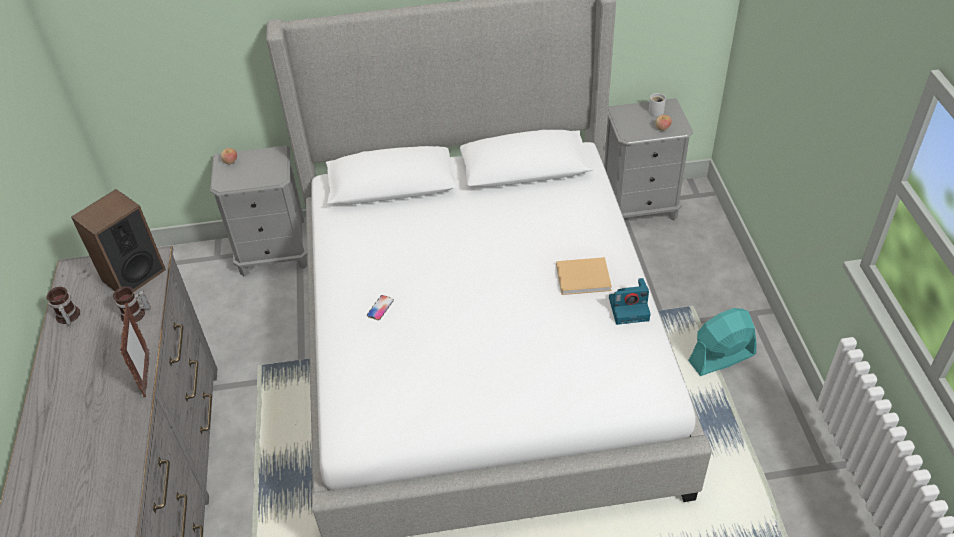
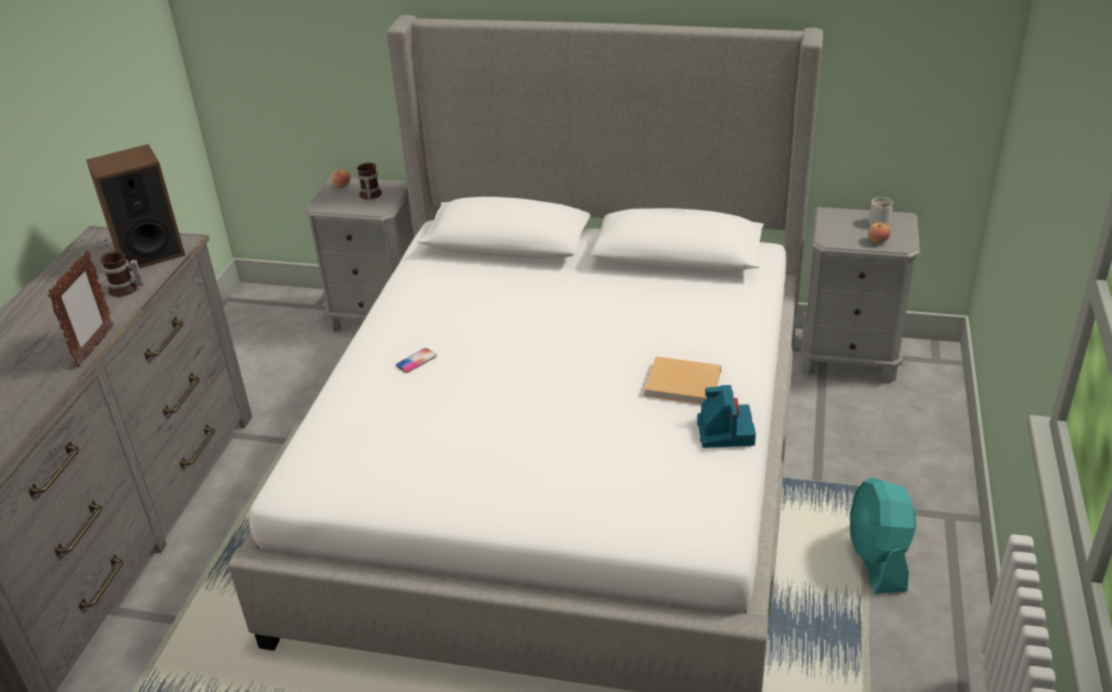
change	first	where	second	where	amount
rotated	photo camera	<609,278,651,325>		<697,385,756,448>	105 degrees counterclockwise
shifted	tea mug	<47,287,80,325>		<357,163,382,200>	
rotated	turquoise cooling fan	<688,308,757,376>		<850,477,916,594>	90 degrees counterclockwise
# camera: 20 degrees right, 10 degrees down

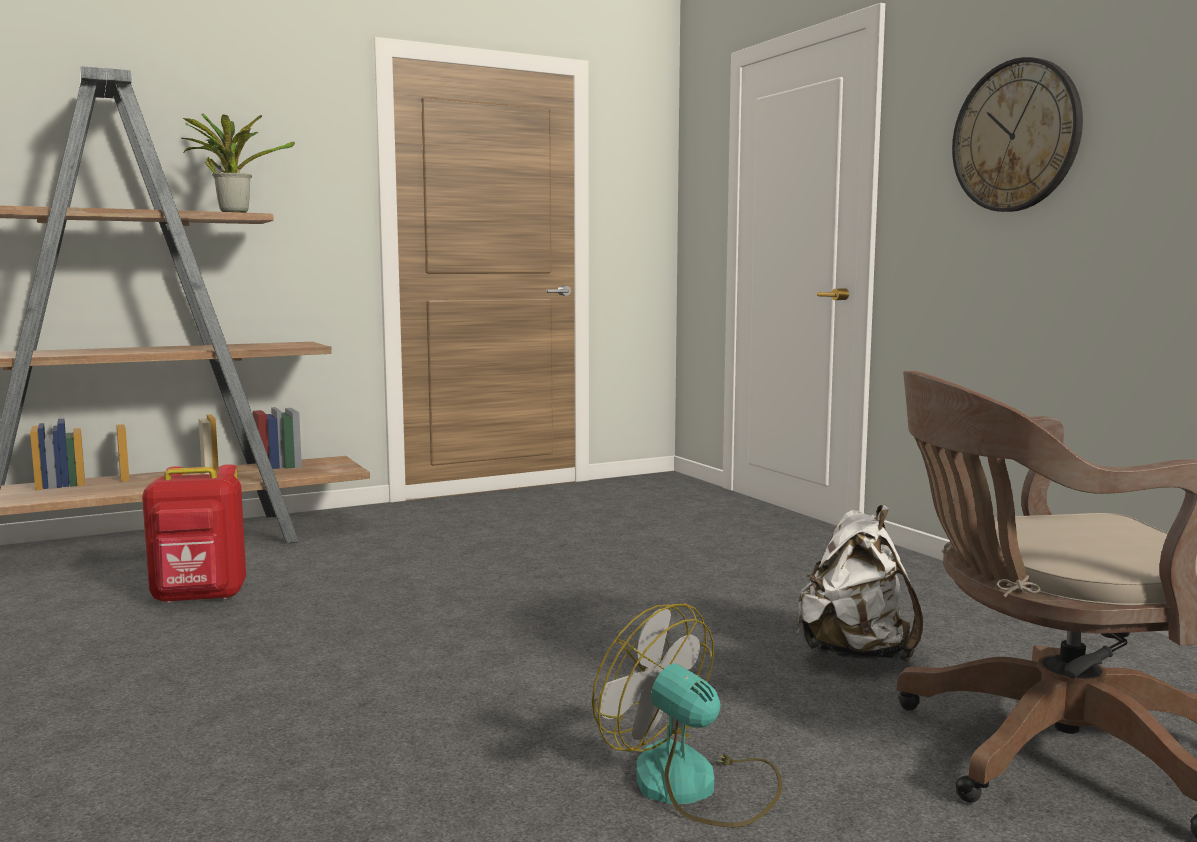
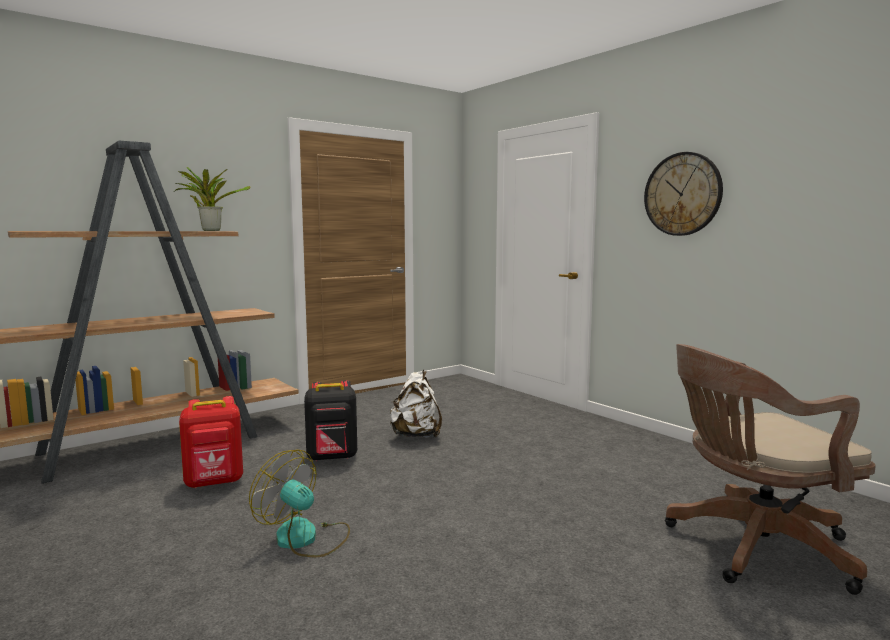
change	first	where	second	where	amount
shifted	white-coloured rucksack	<796,505,923,663>		<390,370,442,438>	
shifted	cooling fan	<592,604,782,828>		<249,449,350,557>	
new			blackish rucksack	<304,380,357,461>	
# camera: 10 degrees left, 0 degrees up

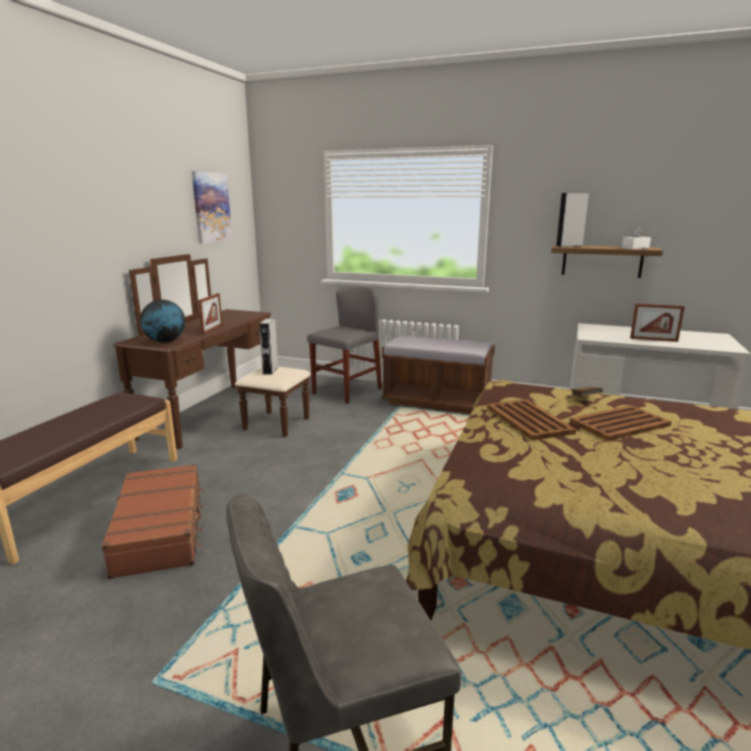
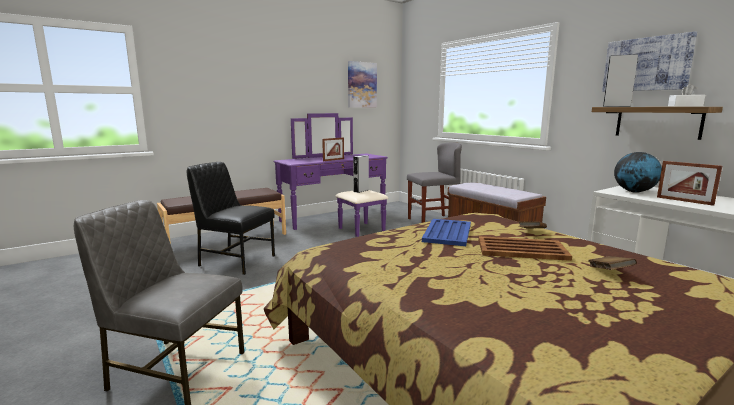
change	first	where	second	where	amount
repainted	brownish chest of drawers	<113,254,311,449>	purple chest of drawers	<273,113,388,237>	
shifted	world globe	<140,300,185,343>		<614,152,662,193>	
repainted	brownish carrying tray	<487,399,576,440>	bluish carrying tray	<422,219,471,246>	
swapped	brownish travel case	<101,464,205,579>	blackish upright chair	<187,162,275,275>	
new			wall picture	<602,31,697,92>	
new			brownish book	<588,256,637,270>	
# camera: 35 degrees right, 5 degrees down

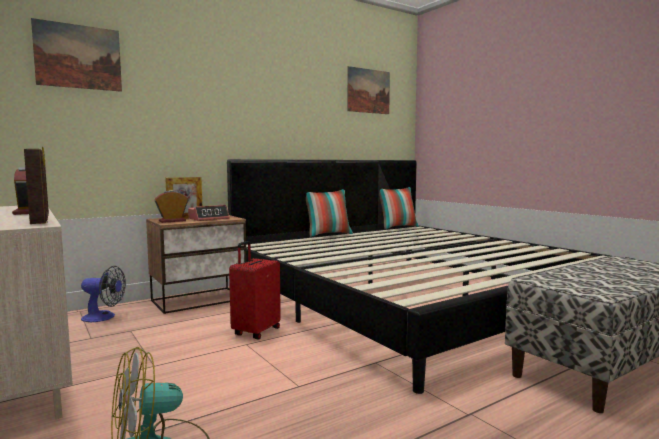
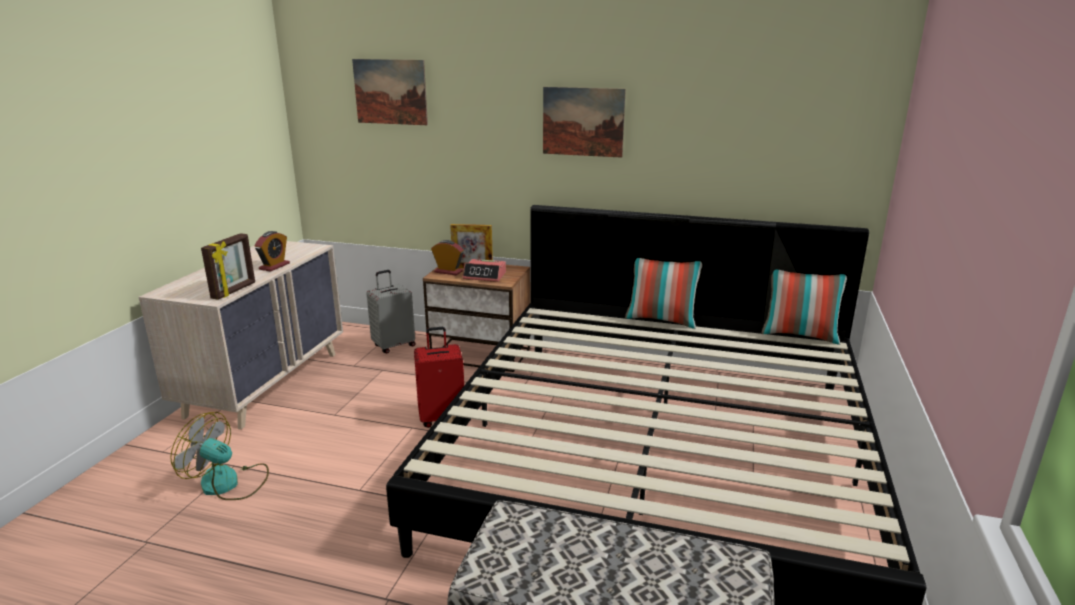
change	first	where	second	where	amount
shifted	wall picture	<347,66,390,114>		<543,87,626,158>	
swapped	cooling fan	<81,266,126,322>	grey travel case	<366,270,415,353>	
# camera: 50 degrees right, 15 degrees up

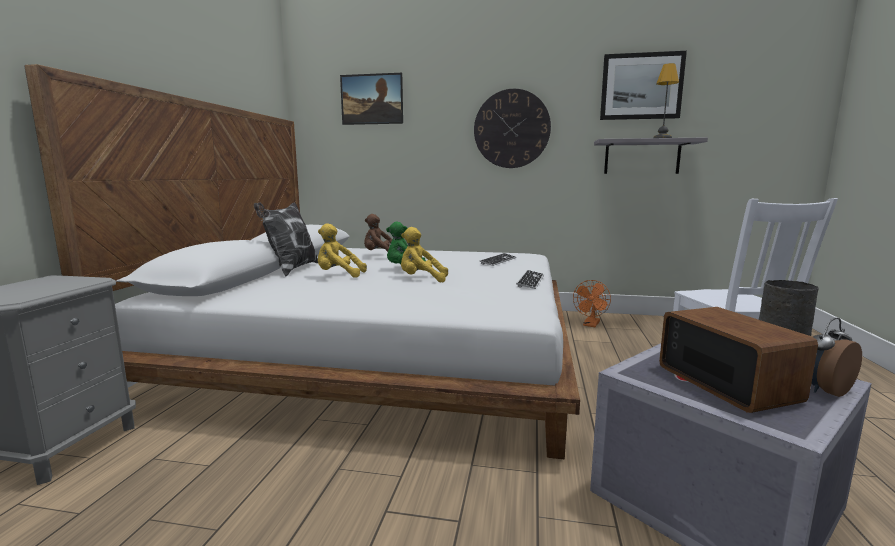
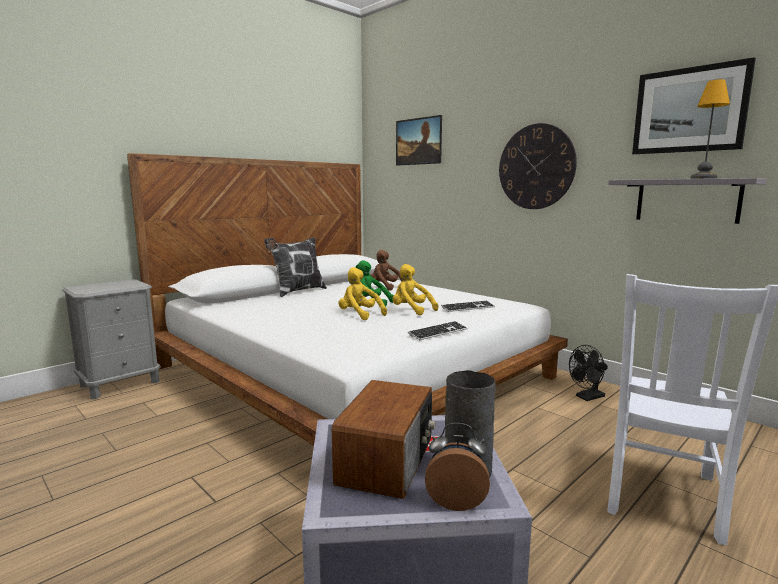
change	first	where	second	where	amount
shifted	yellow-coloured plush toy	<318,223,367,278>		<392,264,439,315>	
repainted	orange-coloured cooling fan	<573,280,611,327>	blackish cooling fan	<569,345,608,401>	
# camera: 35 degrees right, 0 degrees up

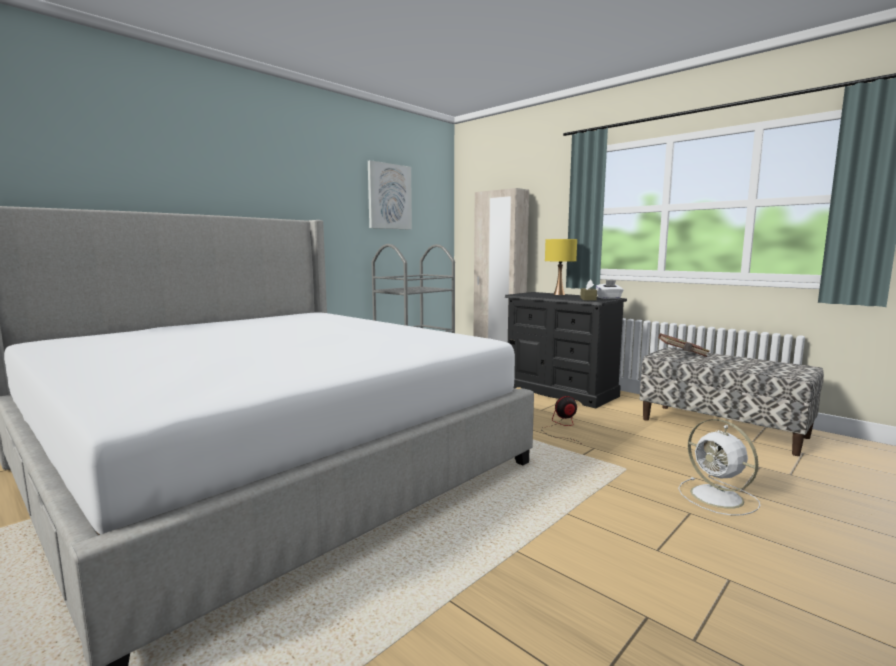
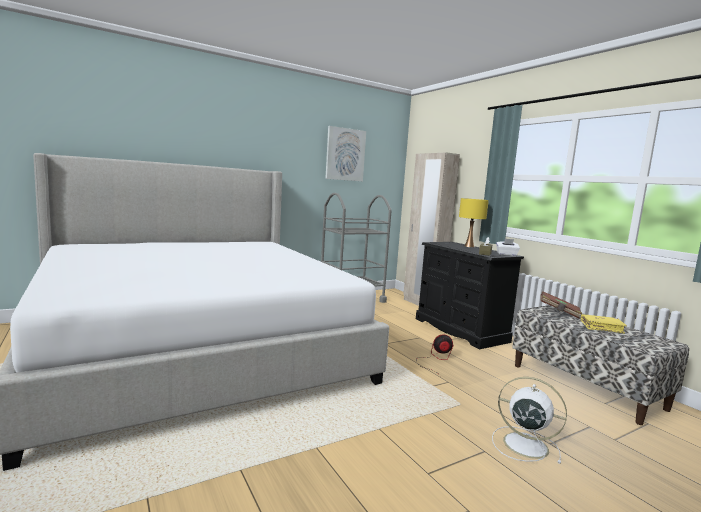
change	first	where	second	where	amount
rotated	white-coloured cooling fan	<678,419,760,515>		<492,377,567,464>	135 degrees clockwise
new			yellow-coloured book	<580,314,627,334>	
# camera: 15 degrees right, 0 degrees up

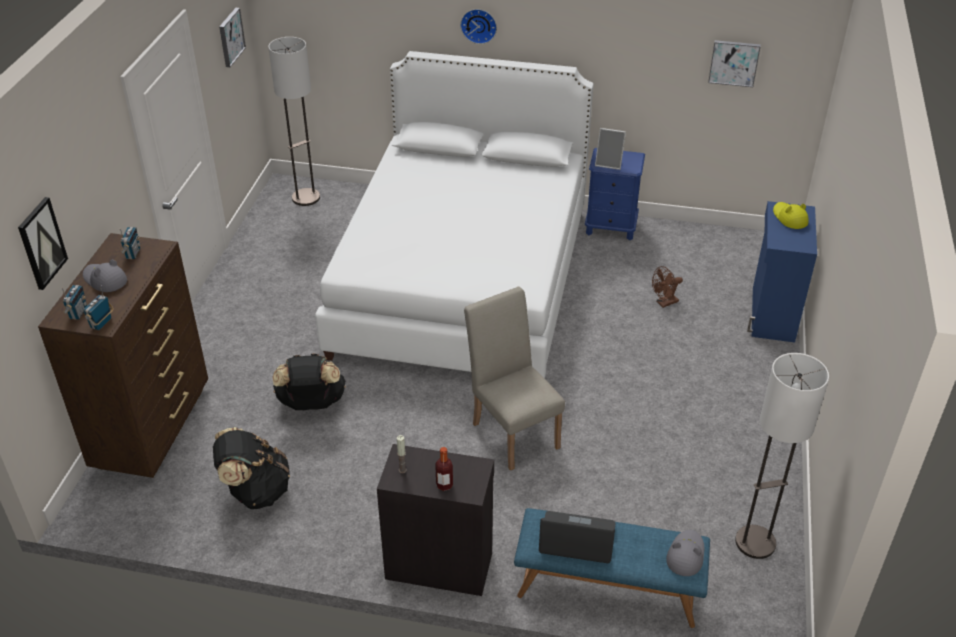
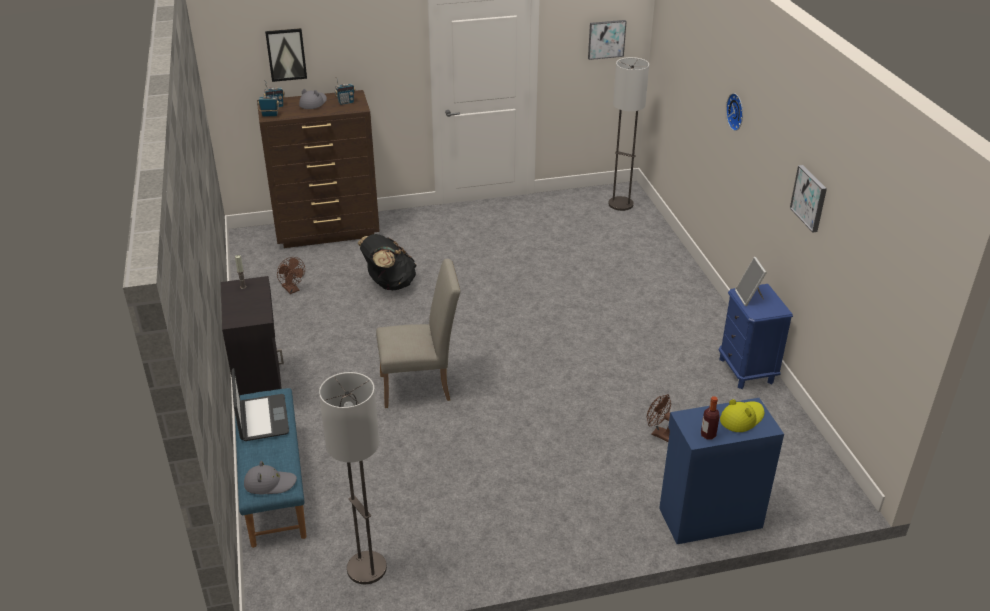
change	first	where	second	where	amount
shifted	wall picture	<708,40,761,87>		<790,165,827,232>	
gone	white-coloured bedroom bed	<315,51,593,378>			
rotated	beige upright chair	<464,287,565,471>		<376,259,461,408>	45 degrees clockwise
swapped	blackish rucksack	<213,427,290,509>	brownish cooling fan	<277,257,305,294>	
shifted	beverage bottle	<435,447,453,491>		<701,396,720,440>	
# camera: 65 degrees right, 5 degrees down

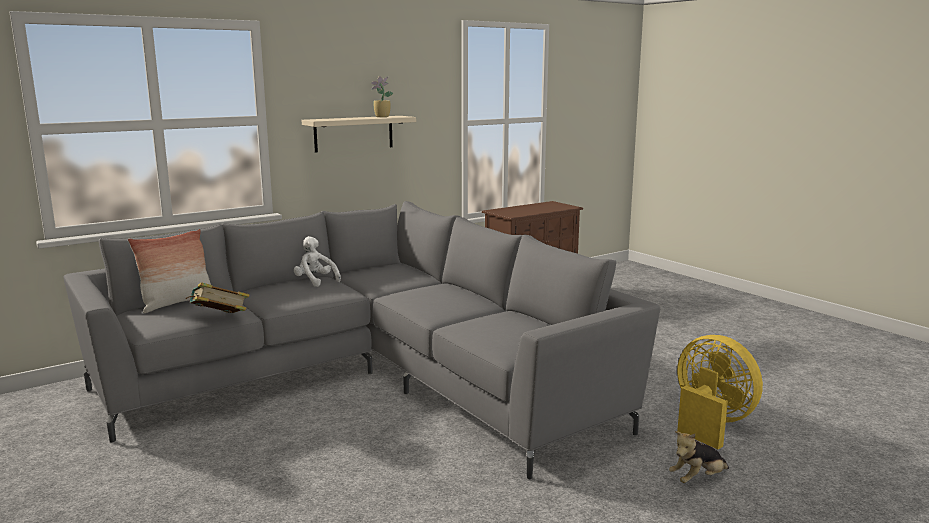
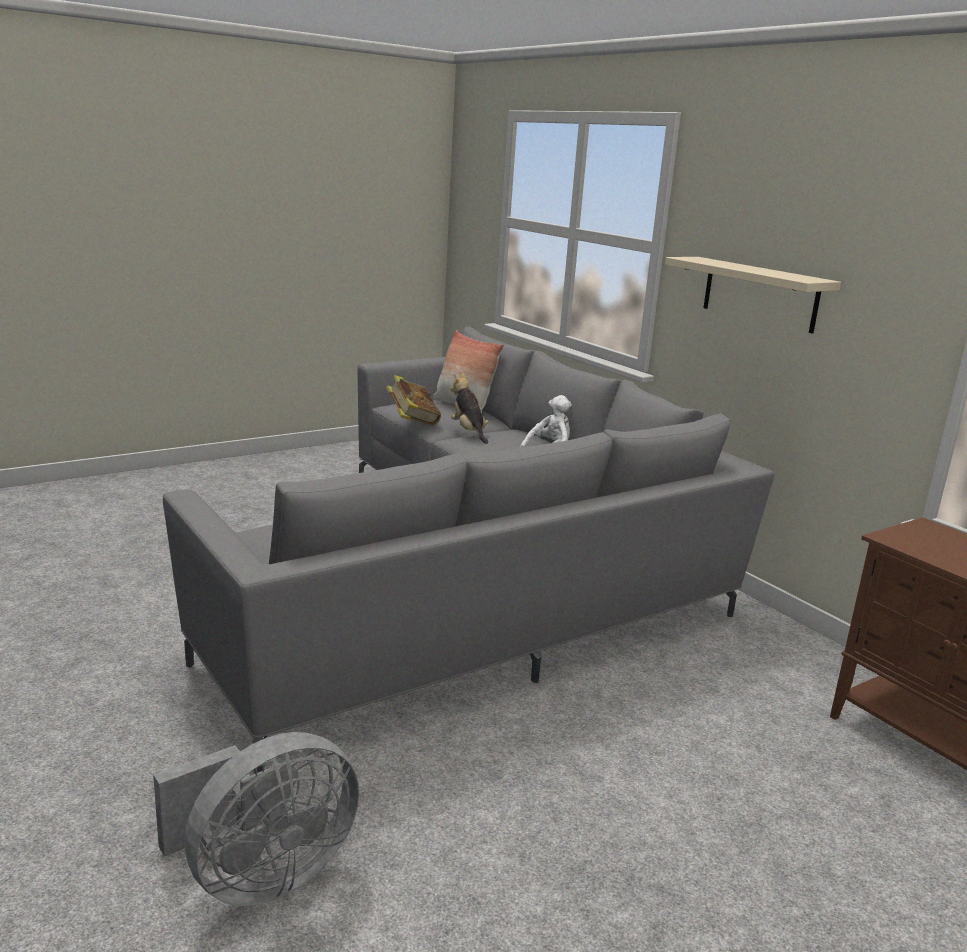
change	first	where	second	where	amount
gone	potted plant	<371,76,393,117>			
repainted	yellow-coloured cooling fan	<677,335,763,449>	grey cooling fan	<153,732,359,906>	
shifted	plush toy	<669,431,729,483>		<450,373,489,444>	
# camera: 90 degrees right, 5 degrees up

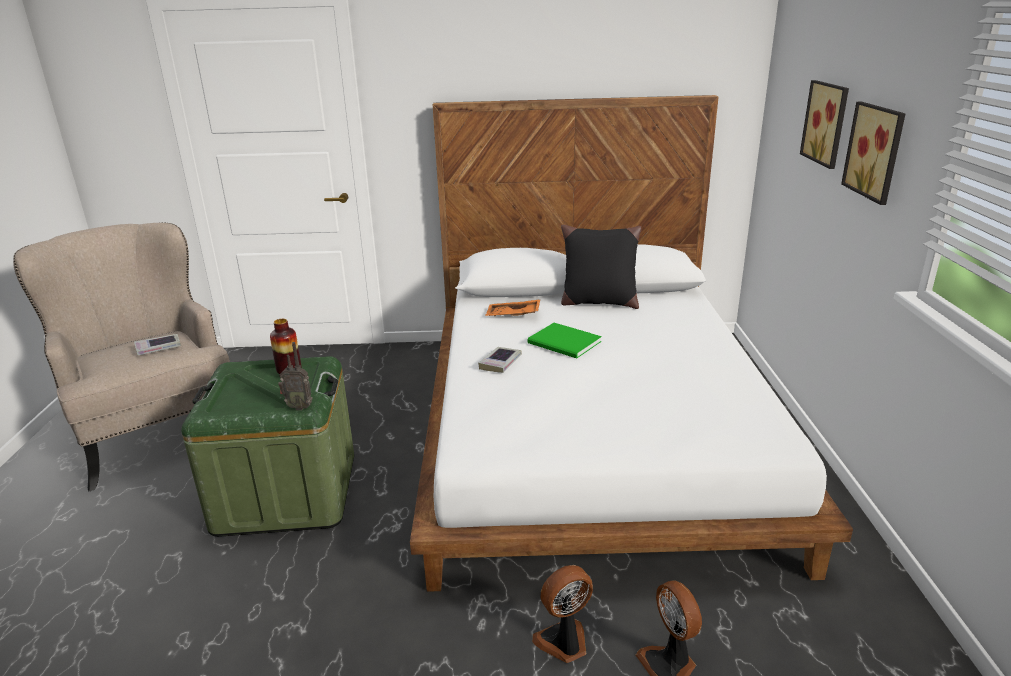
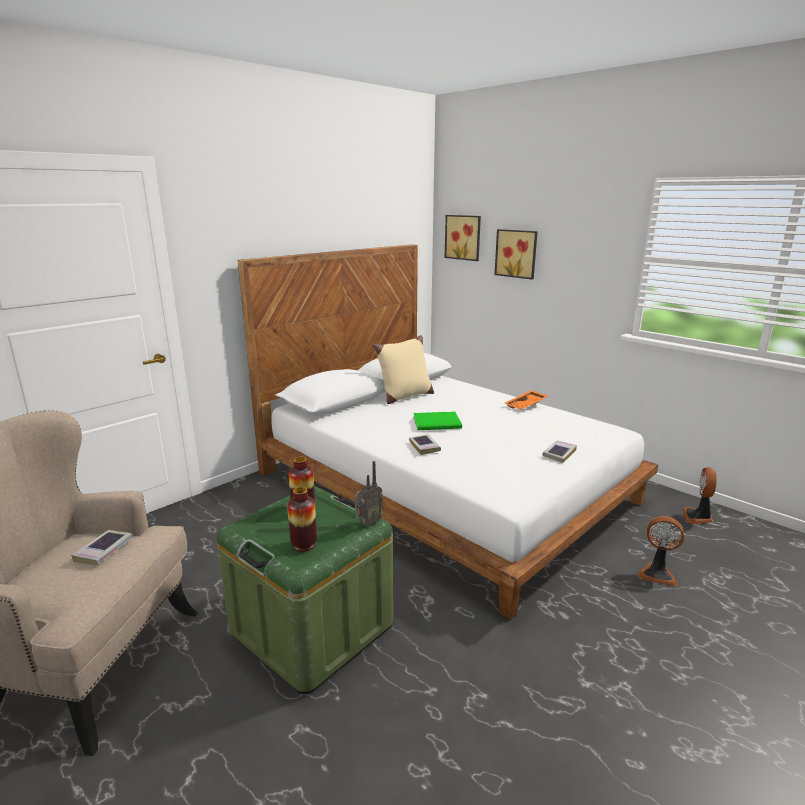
change	first	where	second	where	amount
shifted	wall picture	<841,102,906,205>		<445,215,481,261>	
repainted	blackish cushion	<561,225,642,309>	beige cushion	<373,335,434,404>	
shifted	orange-coloured carrying tray	<485,299,540,316>		<504,390,548,409>	
shifted	cooling fan	<532,565,593,663>		<682,467,717,524>	
new			book	<542,440,577,463>	
new			vase	<287,487,317,552>	
# camera: 45 degrees left, 5 degrees down

